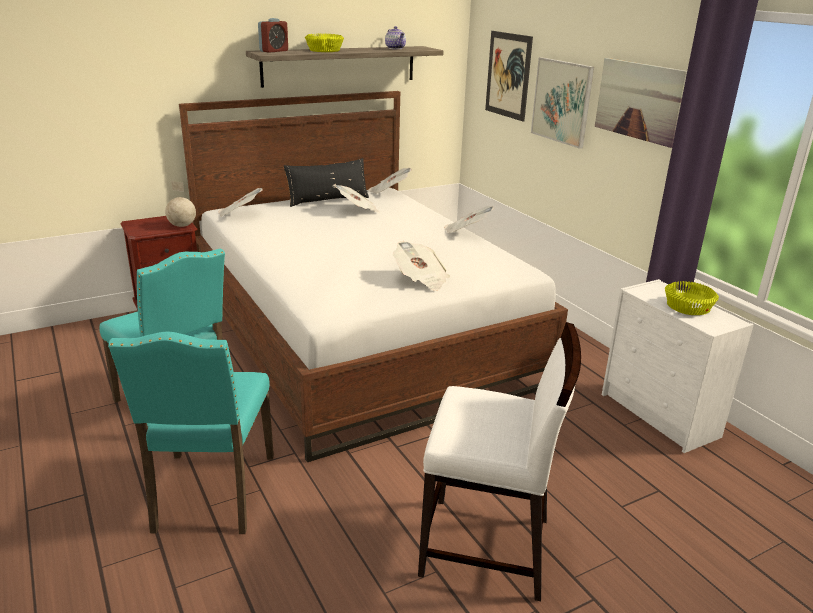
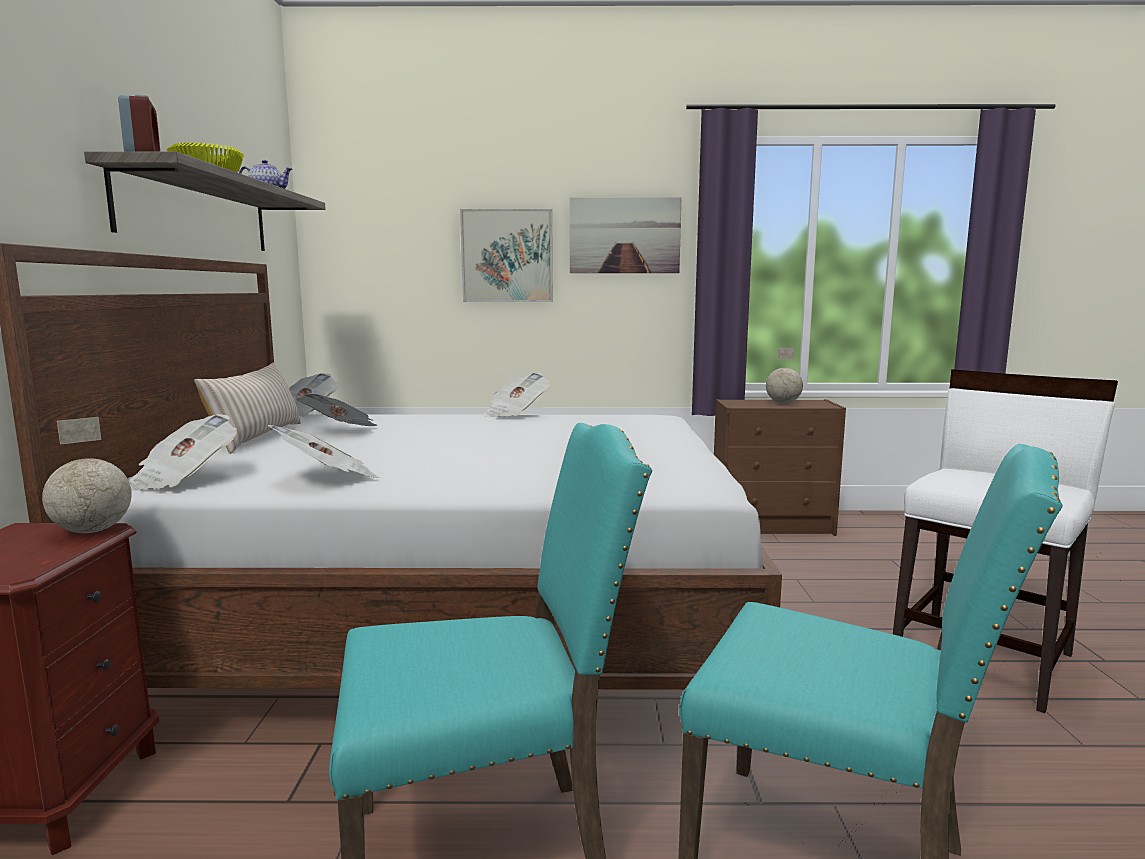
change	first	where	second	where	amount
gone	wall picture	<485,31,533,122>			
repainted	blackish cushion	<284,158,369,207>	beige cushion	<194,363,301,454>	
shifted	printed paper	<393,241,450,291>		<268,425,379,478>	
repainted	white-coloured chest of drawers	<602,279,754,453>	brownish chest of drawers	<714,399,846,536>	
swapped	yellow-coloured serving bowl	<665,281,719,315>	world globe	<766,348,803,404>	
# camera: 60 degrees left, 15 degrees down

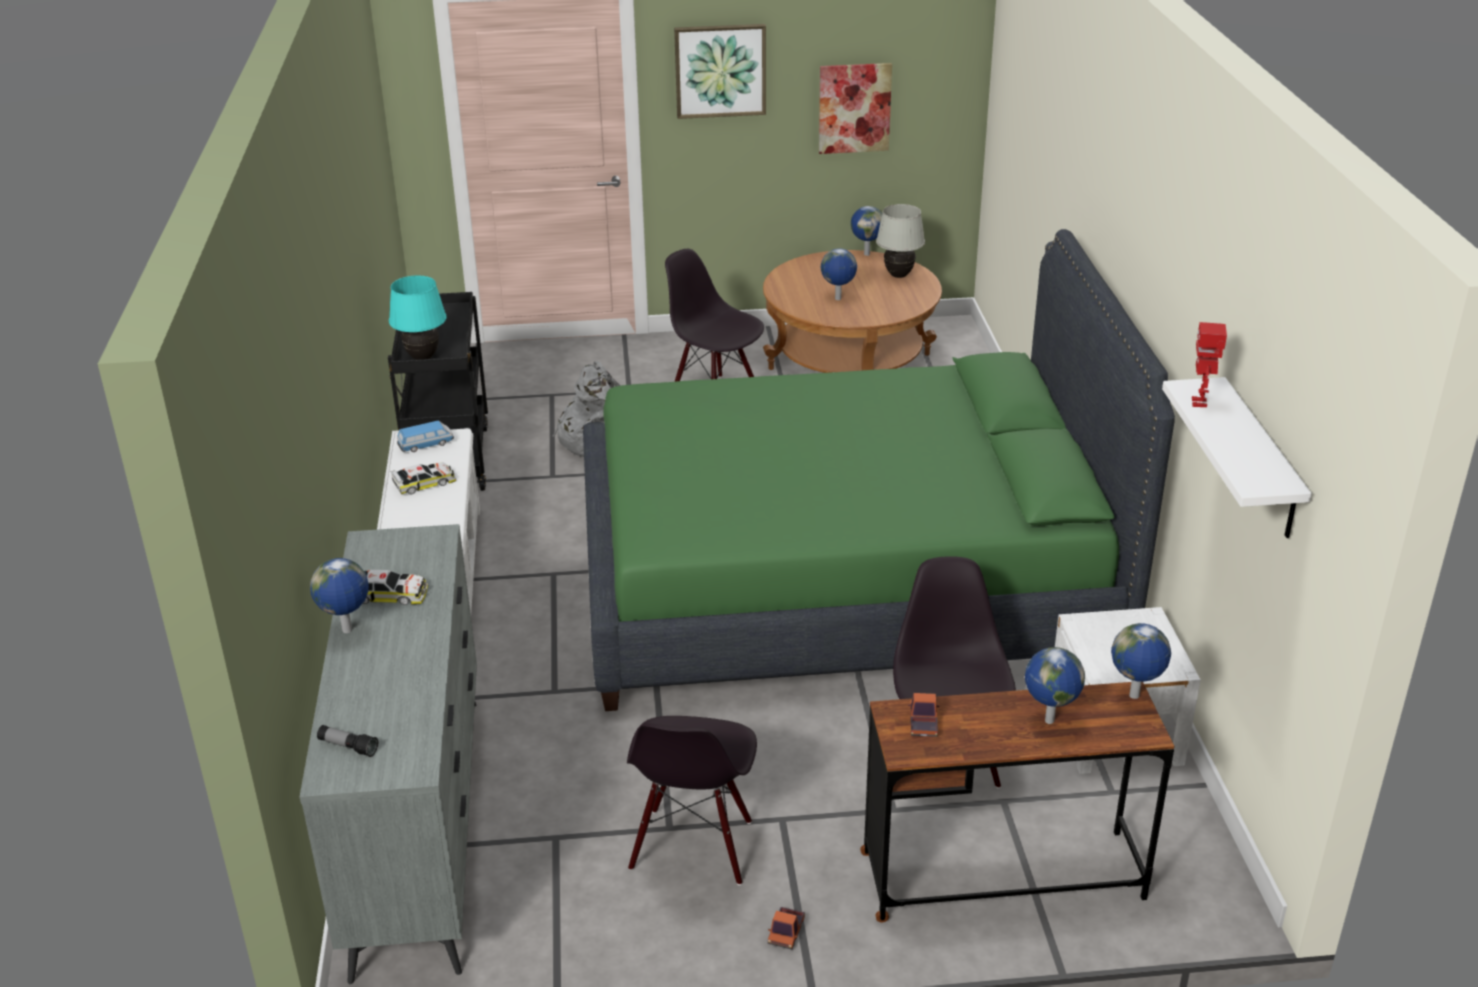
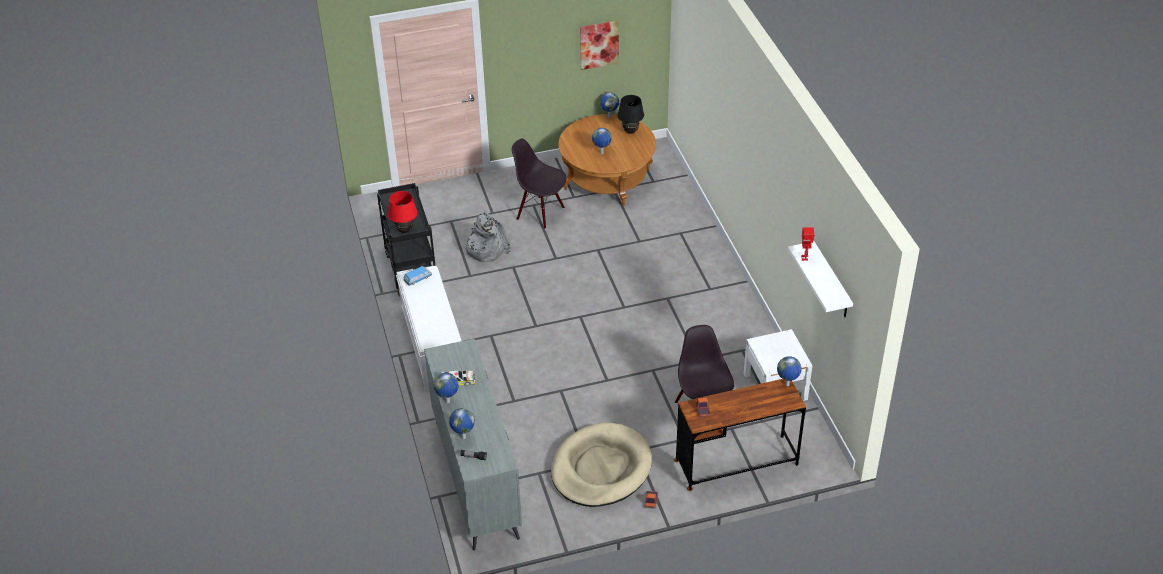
change	first	where	second	where	amount
gone	wall picture	<674,24,766,119>			
repainted	white-coloured lamp for a table	<876,204,925,278>	blackish lamp for a table	<618,95,644,134>	
gone	green bedroom bed	<583,229,1175,711>			
repainted	turquoise lamp for a table	<389,276,447,360>	red lamp for a table	<388,191,418,233>	
gone	toy car	<390,463,456,494>			
shifted	world globe	<1025,647,1085,724>		<449,408,475,439>	
swapped	blackish upright chair	<627,716,757,885>	beige dog cushion	<551,422,652,507>	
# camera: 10 degrees left, 10 degrees up

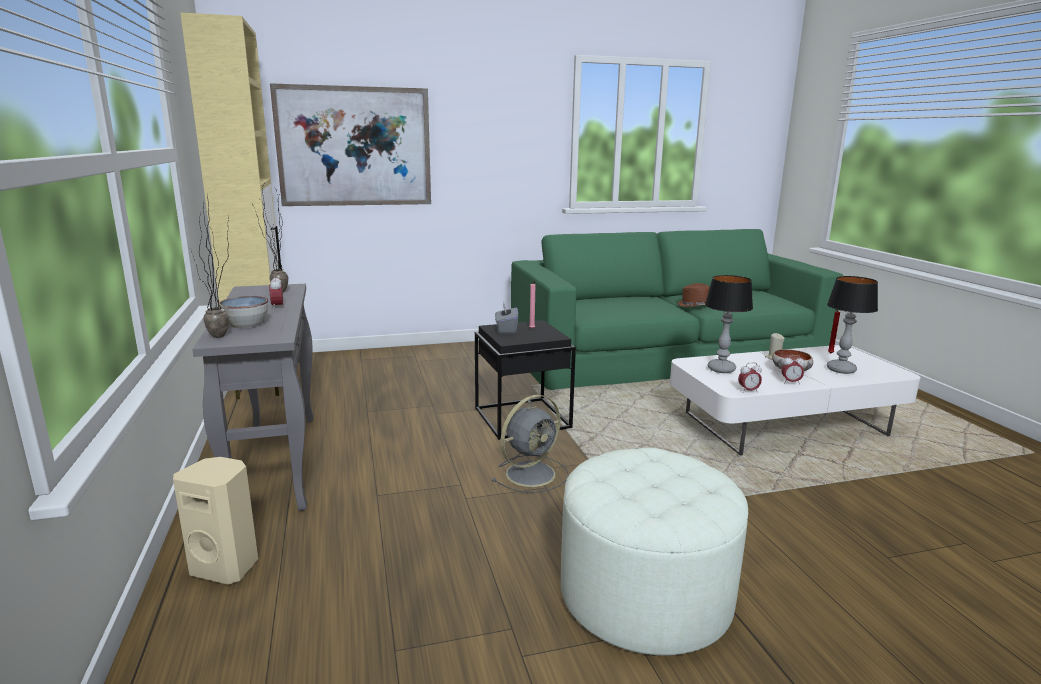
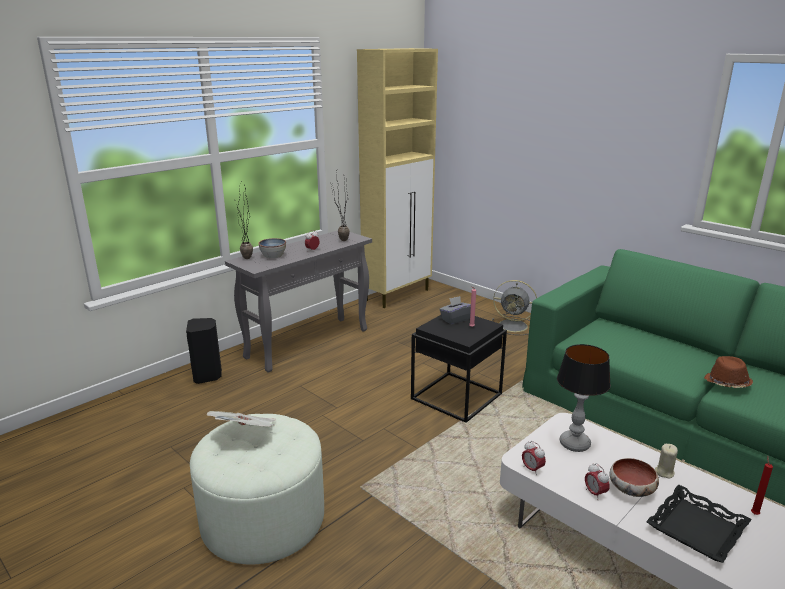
change	first	where	second	where	amount
gone	wall picture	<270,83,431,206>			
swapped	lamp for a table	<827,276,878,374>	blackish carrying tray	<646,484,752,563>	
shifted	grey cooling fan	<491,395,569,493>		<492,280,537,335>	
repainted	beige speaker	<173,457,258,585>	blackish speaker	<186,318,222,384>	
new			printed paper	<207,411,276,427>	
# camera: 60 degrees right, 5 degrees up

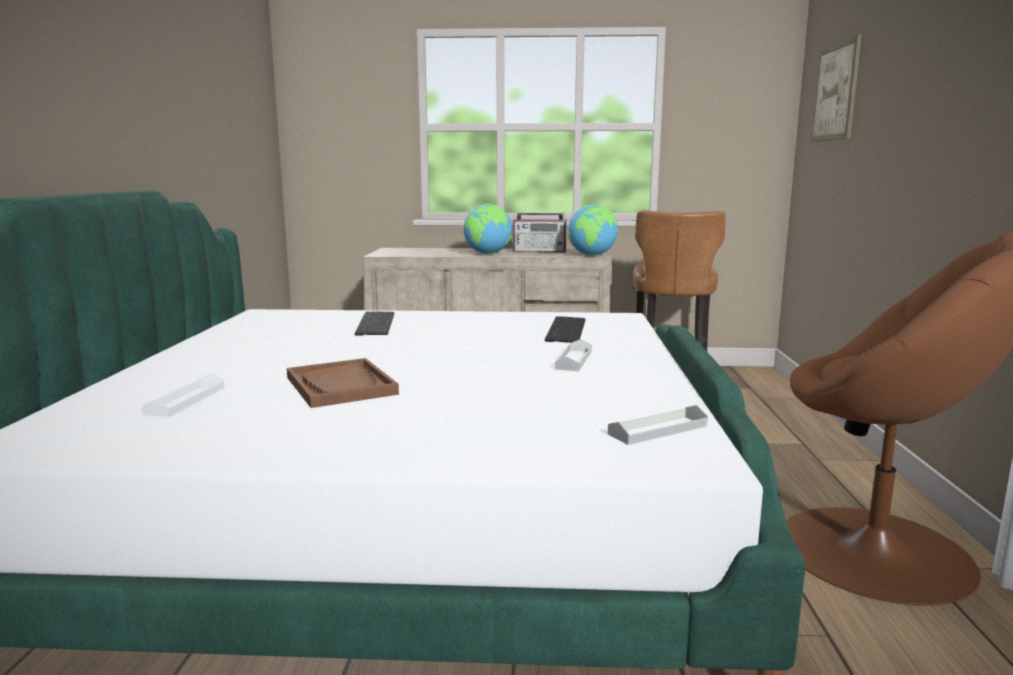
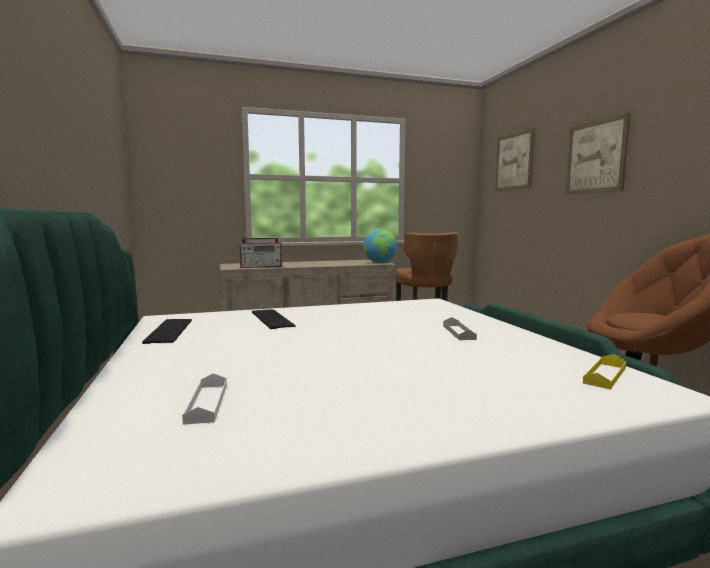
change	first	where	second	where	amount
gone	world globe	<463,204,512,254>			
shifted	radio set	<513,212,567,252>		<239,236,282,268>	
shifted	PC keyboard	<545,316,586,343>		<142,319,192,344>	
gone	brownish carrying tray	<287,358,399,408>			
repainted	grey carrying tray	<608,405,708,445>	yellow-coloured carrying tray	<583,354,626,390>	
new			wall picture	<565,113,631,195>	
# camera: 20 degrees left, 5 degrees down

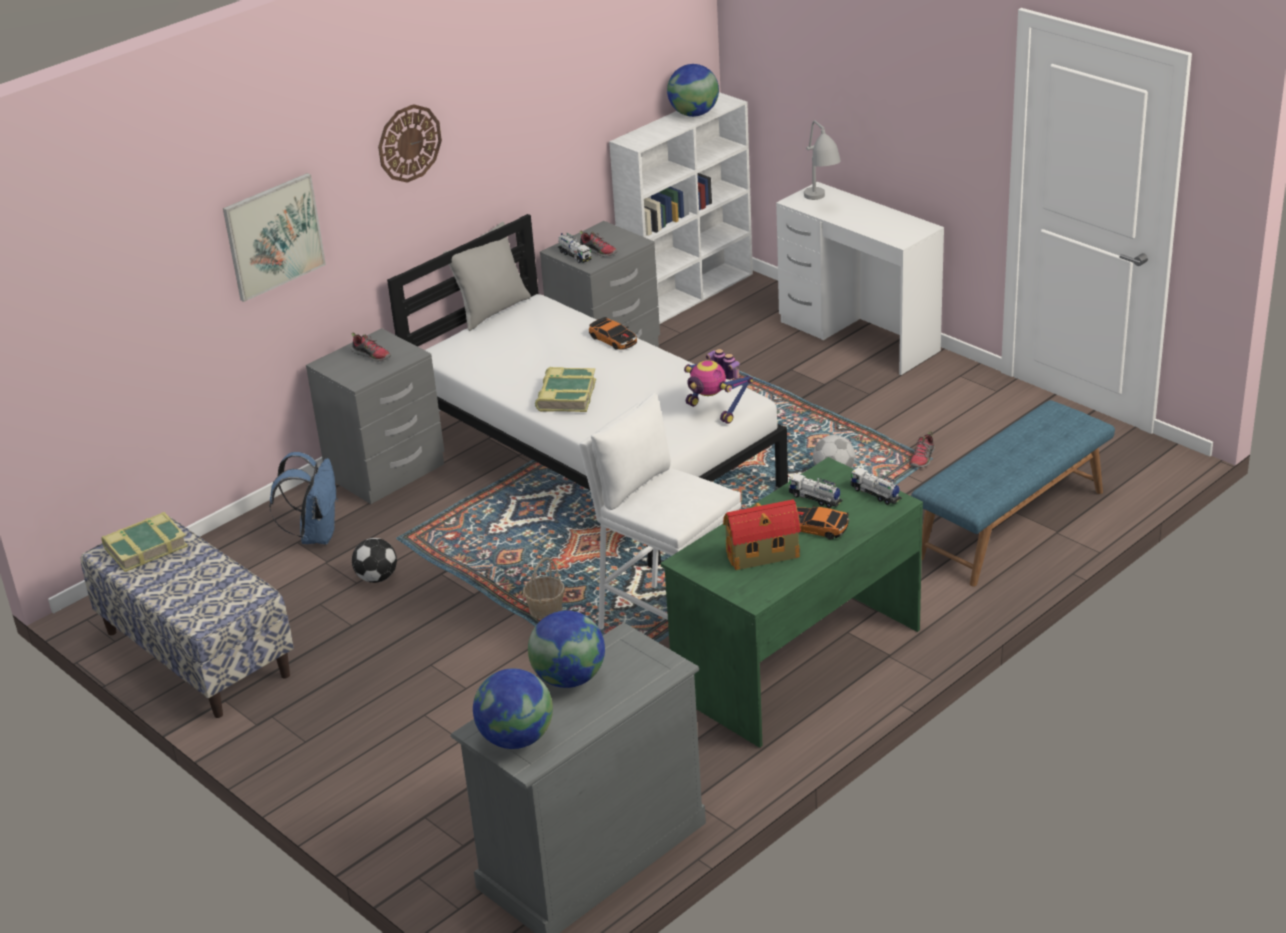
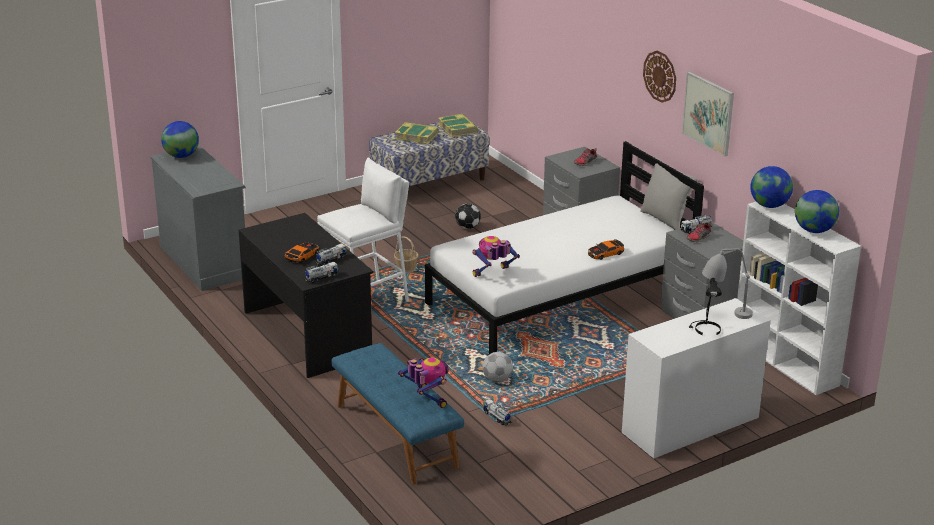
change	first	where	second	where	amount
shifted	wall picture	<223,173,326,302>		<682,72,734,156>	
shifted	book	<535,367,596,412>		<395,122,438,144>	
swapped	low shoe	<909,431,935,468>	toy lorry	<483,399,512,425>	
gone	bluish rucksack	<269,452,338,545>			
repainted	green desk unit	<661,457,923,748>	blackish desk unit	<239,213,373,378>	
gone	toy house	<723,499,801,570>			
shifted	world globe	<528,610,605,688>		<750,166,793,208>	
new			blackish lamp for a table	<689,278,722,335>	
new			robot figure	<398,358,449,408>	
# camera: 100 degrees right, 5 degrees down

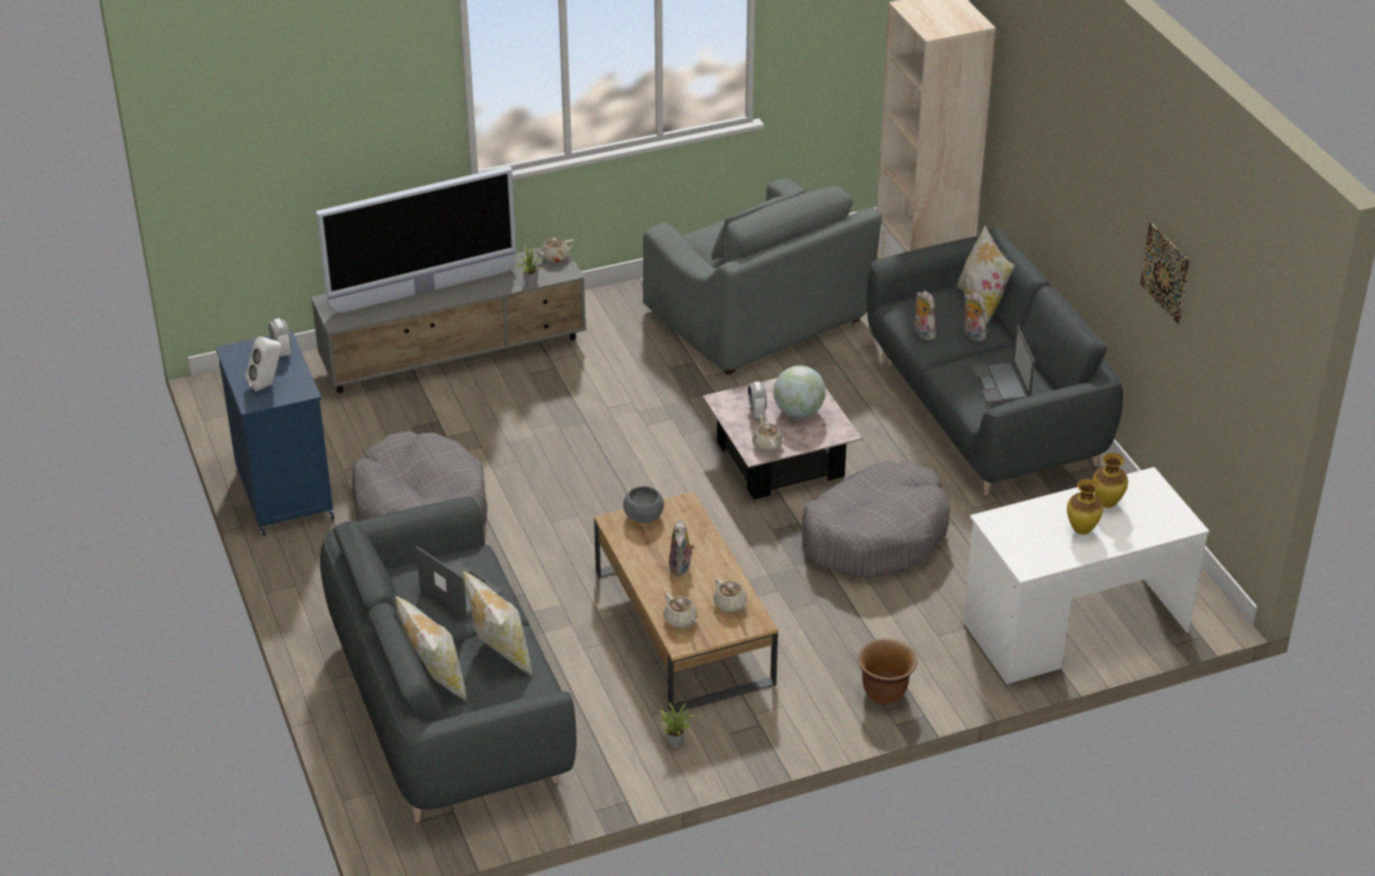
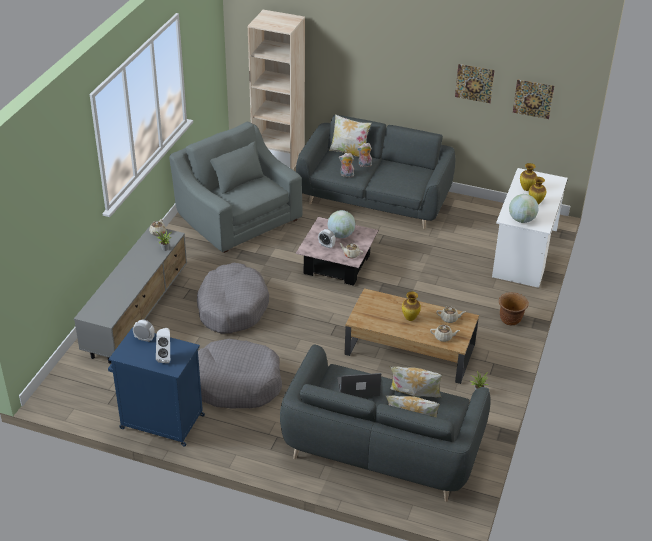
change	first	where	second	where	amount
gone	television	<316,166,517,313>			
rotated	grey easy chair	<643,179,882,375>		<169,122,302,253>	135 degrees counterclockwise
gone	notebook computer	<971,325,1035,404>			
shifted	grey dog cushion	<801,461,950,578>		<197,263,269,334>	
gone	grey serving bowl	<623,486,664,523>			
swapped	plush toy	<669,520,694,576>	vase	<402,292,421,321>	
new			wall picture	<513,79,554,119>	
new			world globe	<509,194,538,223>	
# camera: 50 degrees left, 0 degrees up

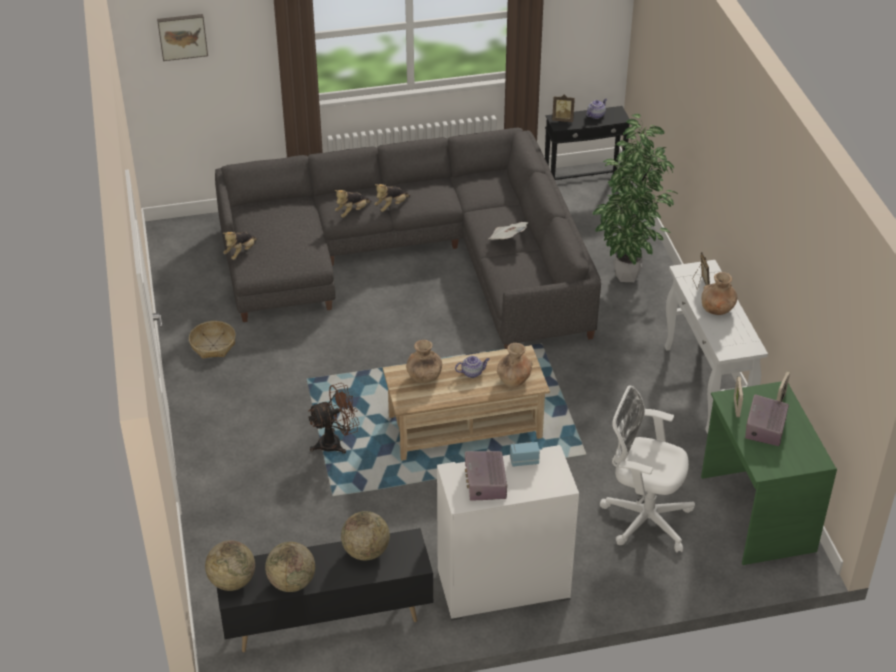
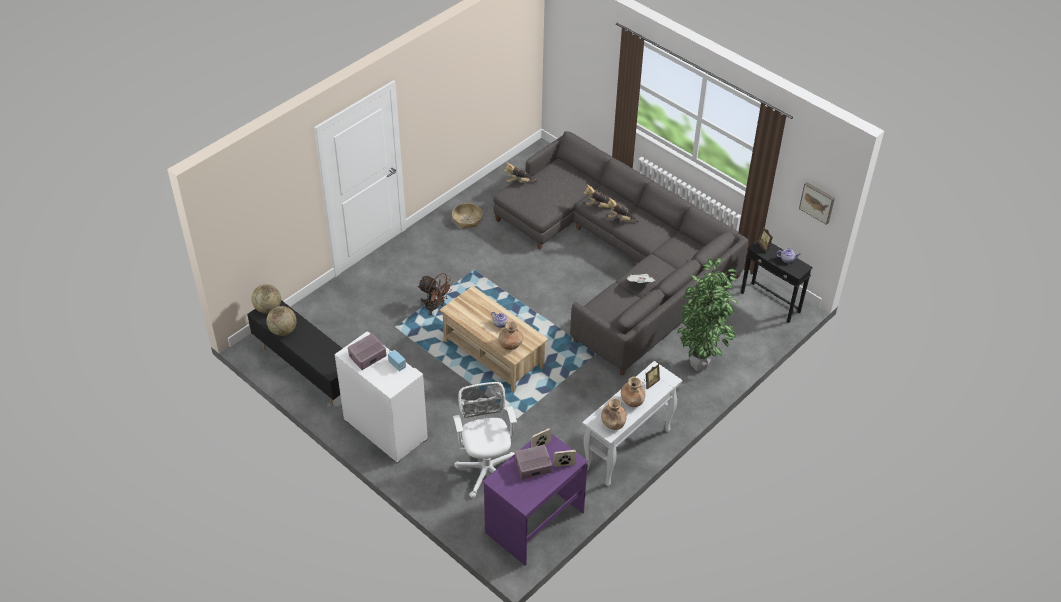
change	first	where	second	where	amount
shifted	wall picture	<157,14,208,61>		<799,182,835,225>	
shifted	brownish vase	<406,340,442,383>		<601,398,627,430>	
repainted	green desk unit	<701,381,837,565>	purple desk unit	<482,429,588,566>	
gone	world globe	<341,511,390,560>			
# camera: 55 degrees right, 5 degrees up

